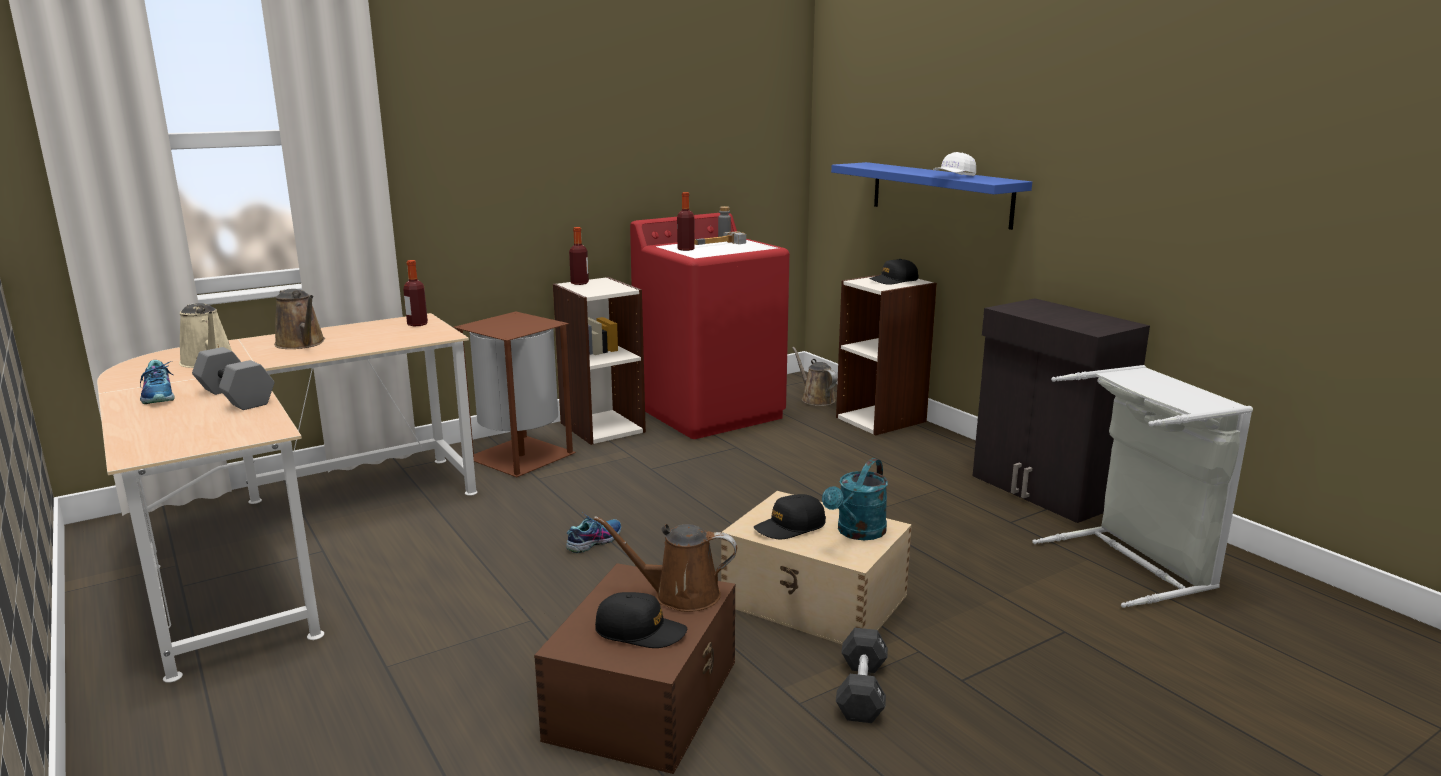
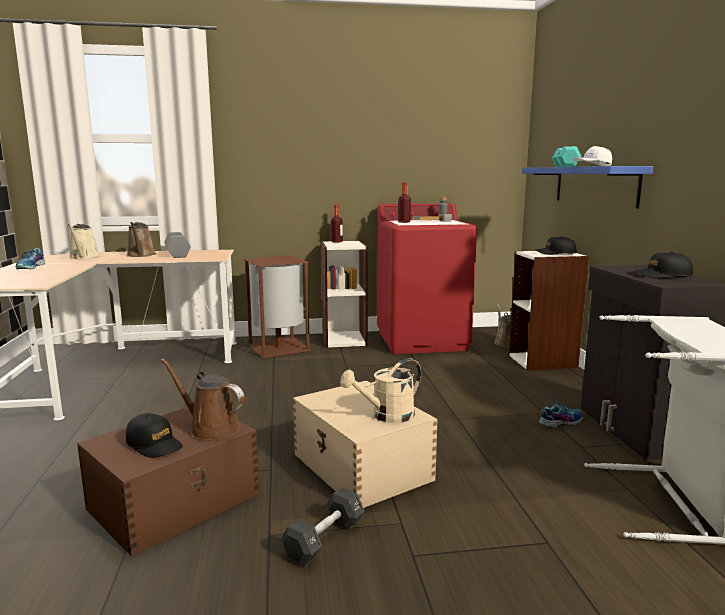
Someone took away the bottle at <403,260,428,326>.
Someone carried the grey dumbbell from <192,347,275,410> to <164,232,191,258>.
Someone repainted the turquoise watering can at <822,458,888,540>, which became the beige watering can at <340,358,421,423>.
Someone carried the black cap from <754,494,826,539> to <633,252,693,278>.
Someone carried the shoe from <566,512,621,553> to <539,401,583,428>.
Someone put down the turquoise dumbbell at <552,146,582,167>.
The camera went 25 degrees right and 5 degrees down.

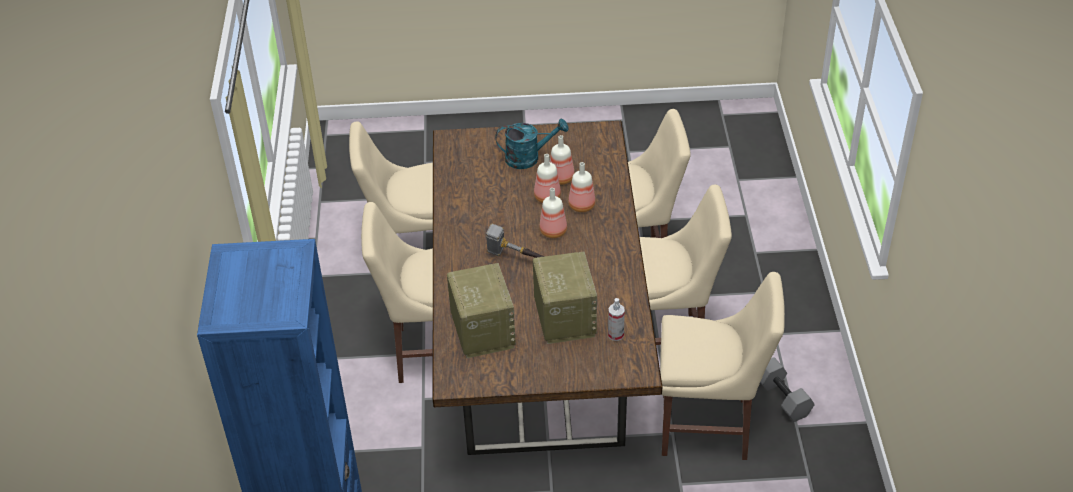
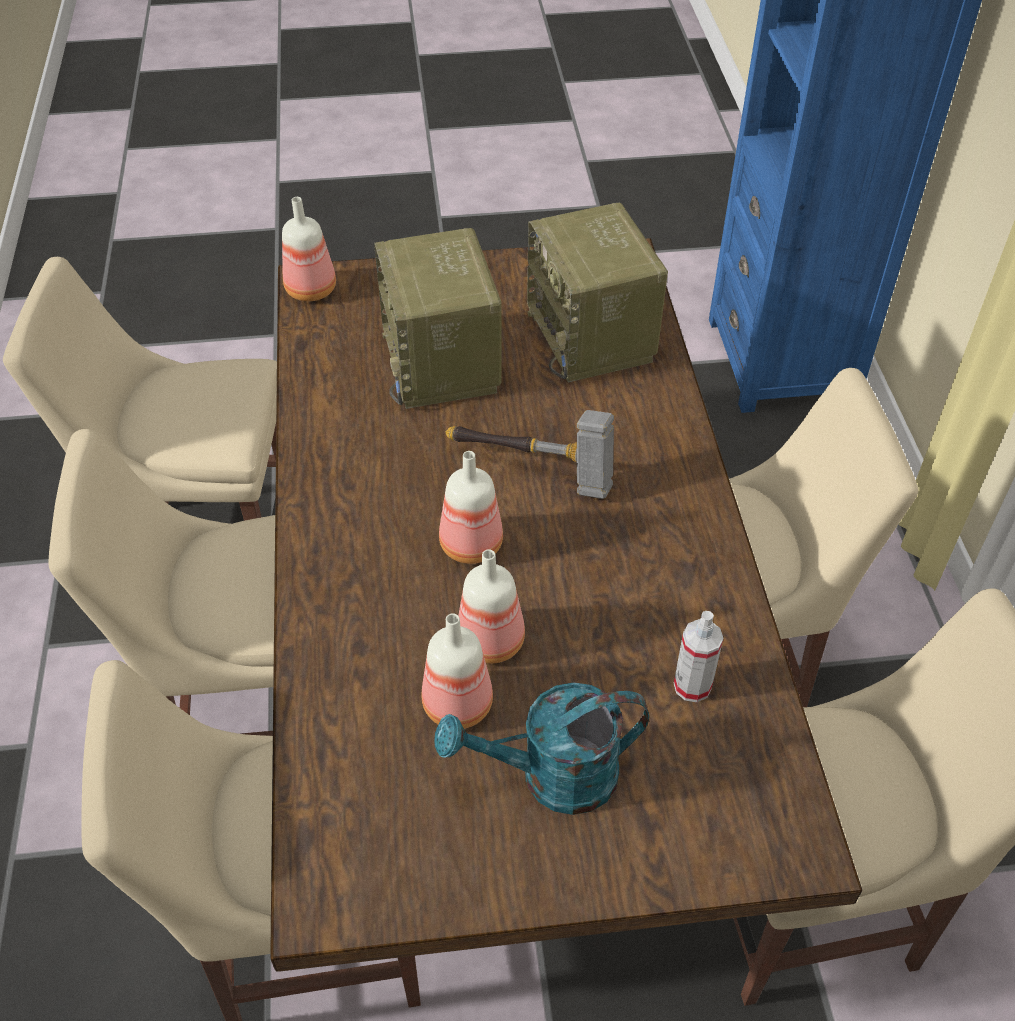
Someone carried the bottle from <568,162,595,212> to <282,197,336,301>.
Someone carried the spray bottle from <608,298,625,341> to <674,611,723,702>.
Someone took away the grey dumbbell at <760,357,815,422>.
The camera went 175 degrees right and 5 degrees up.

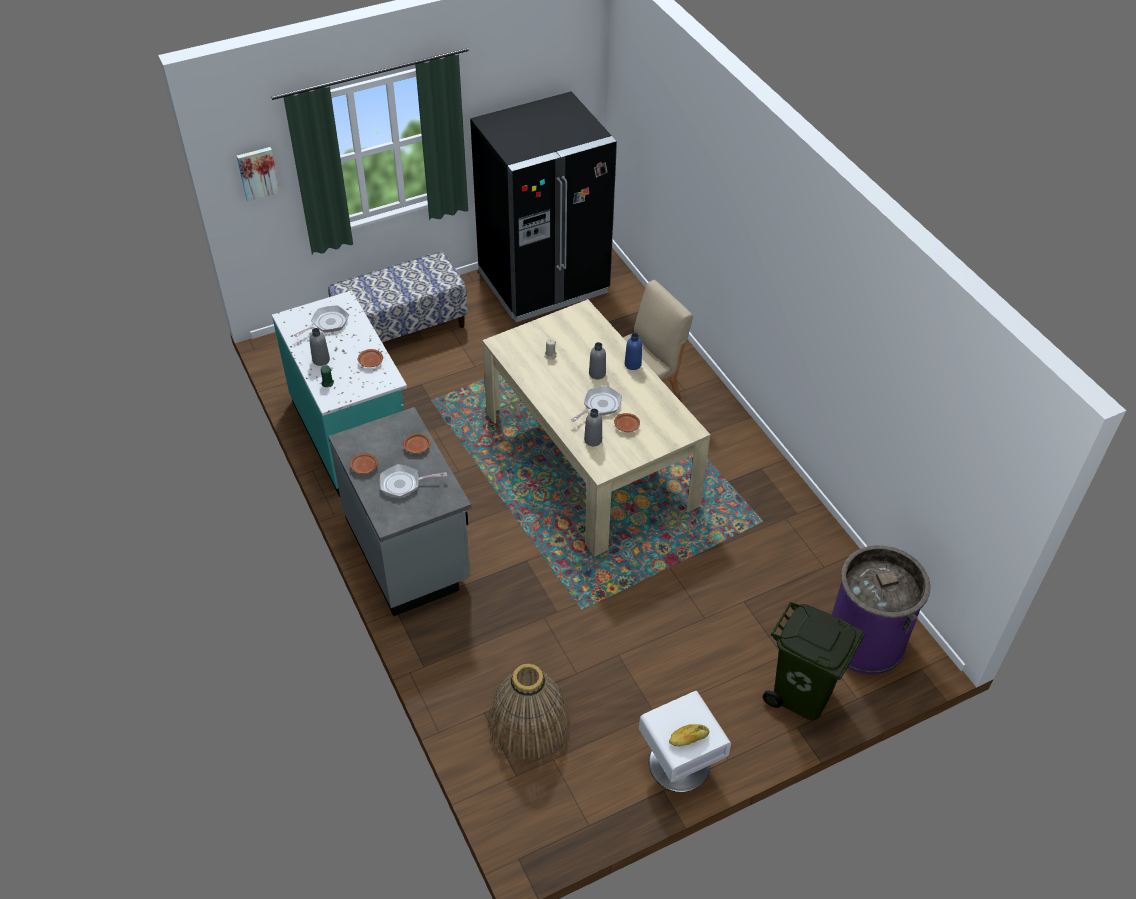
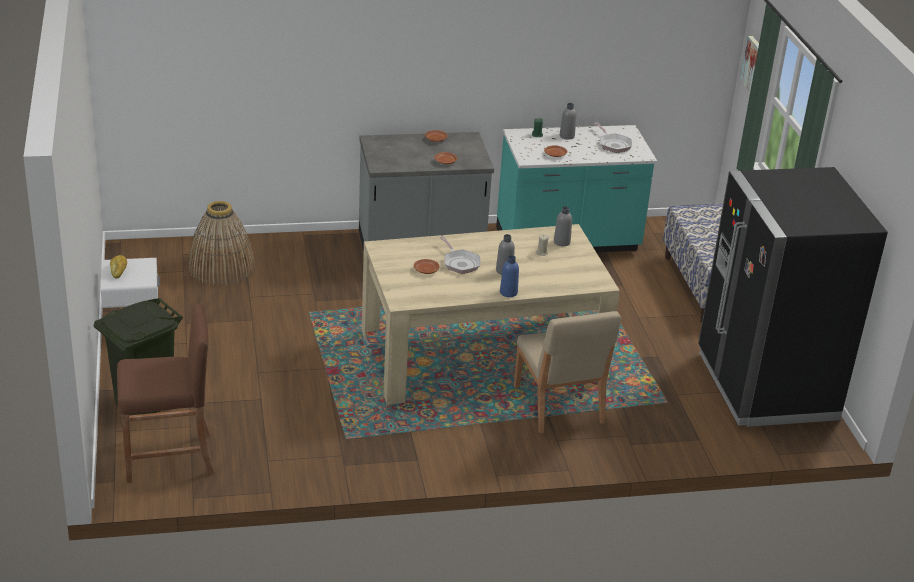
Someone carried the grey bottle from <584,409,602,446> to <554,206,572,246>.
Someone took away the frying pan at <380,464,447,498>.
Someone swapped the purple trash can at <832,545,931,675> for the brown stool at <117,304,215,483>.
The camera went 105 degrees right and 15 degrees down.

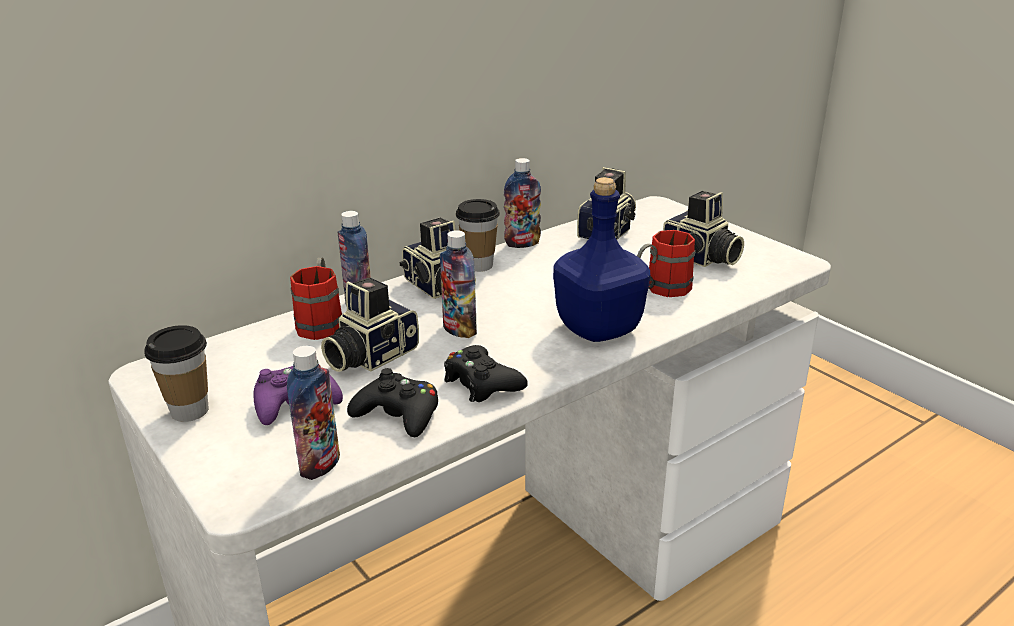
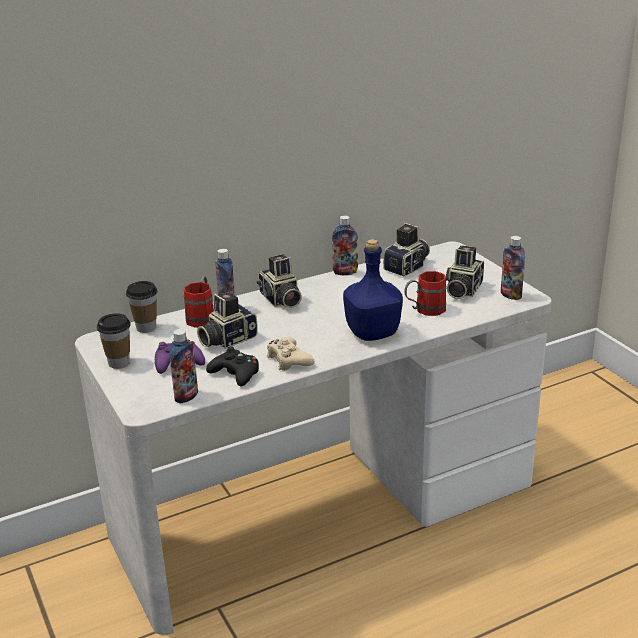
Someone rotated the photo camera at <663,191,744,267> by 60 degrees clockwise.
Someone carried the cup from <456,199,500,272> to <126,281,158,333>.
Someone carried the bottle from <440,230,477,338> to <501,236,525,300>.
Someone repainted the black game controller at <444,345,528,402>, which became the beige game controller at <267,337,315,371>.
The camera went 10 degrees right and 0 degrees up.

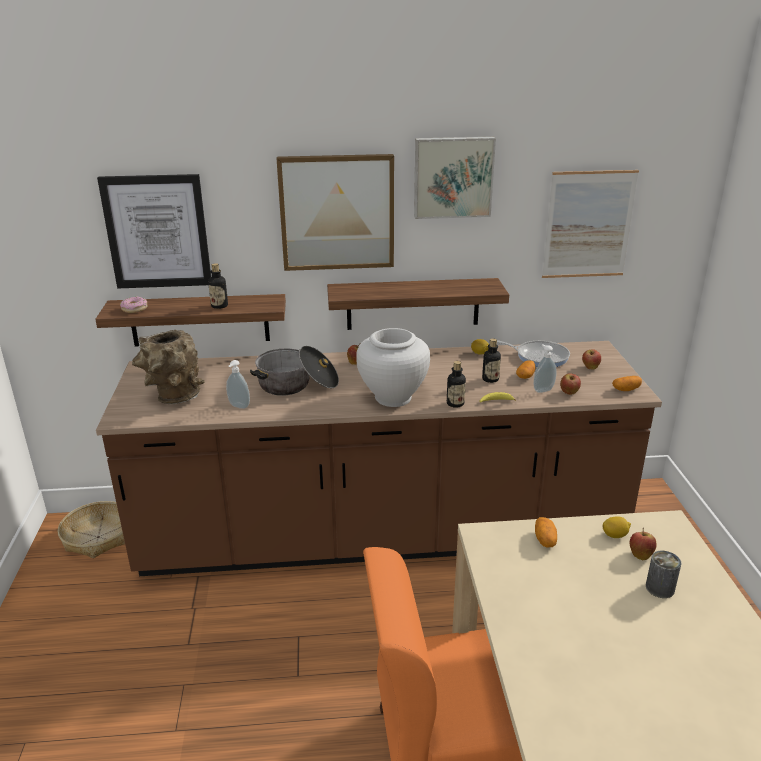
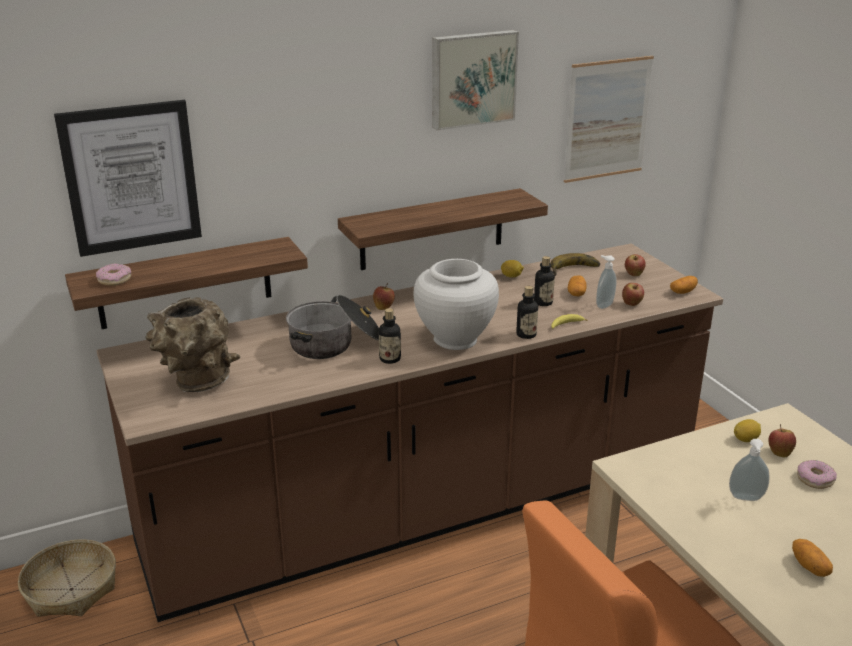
Someone took away the picture at <276,154,394,271>.
Someone carried the bottle from <208,263,228,309> to <378,308,401,364>.
Someone swapped the frying pan at <497,340,570,367> for the banana at <551,253,600,276>.
Someone carried the soap dispenser from <226,360,250,409> to <729,439,770,501>.
Someone carried the potato from <535,517,557,547> to <792,539,833,577>.
Someone swapped the can at <646,551,681,598> for the donut at <797,460,837,489>.
The camera went 20 degrees left and 0 degrees up.

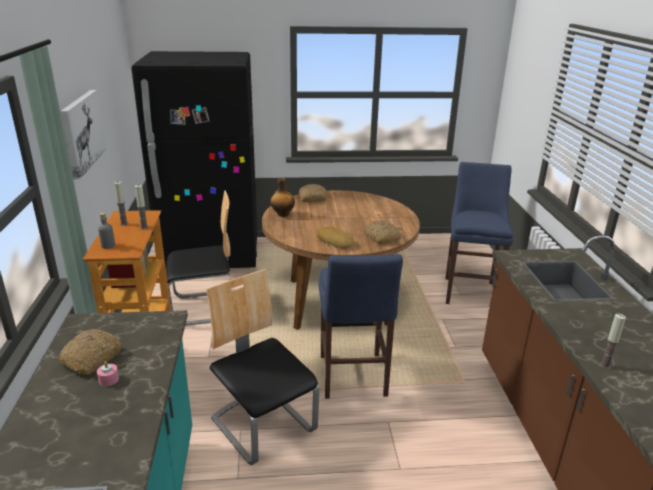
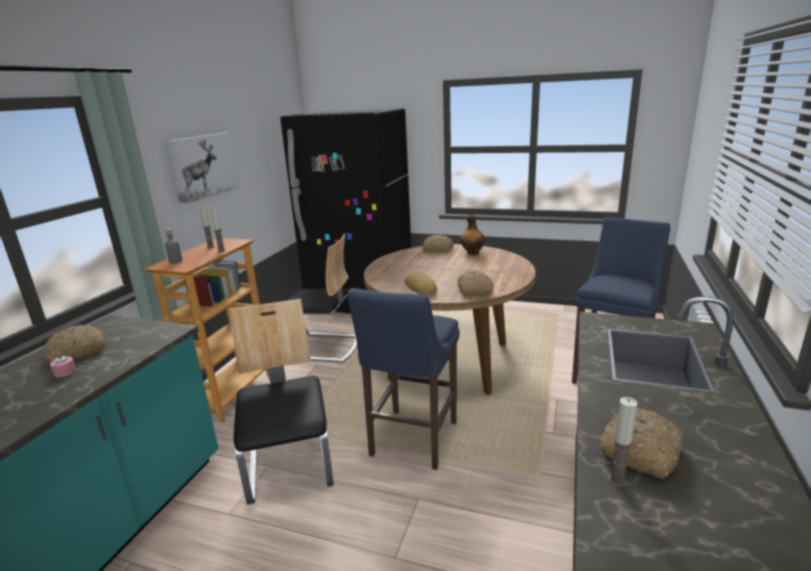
Someone carried the bottle from <270,177,295,217> to <460,215,485,255>.
Someone put down the bread at <600,408,683,479>.
The camera went 25 degrees right and 5 degrees down.

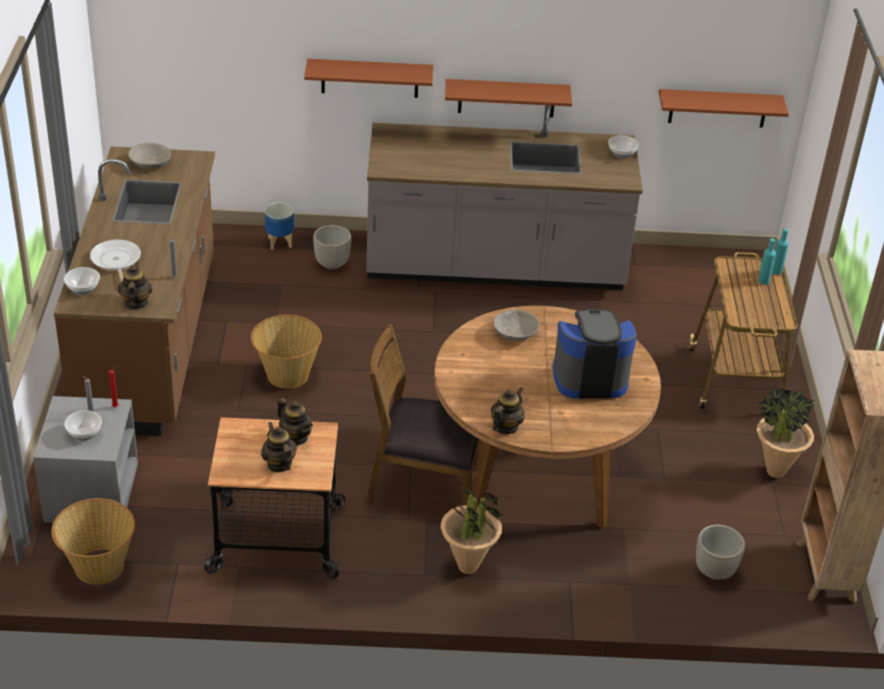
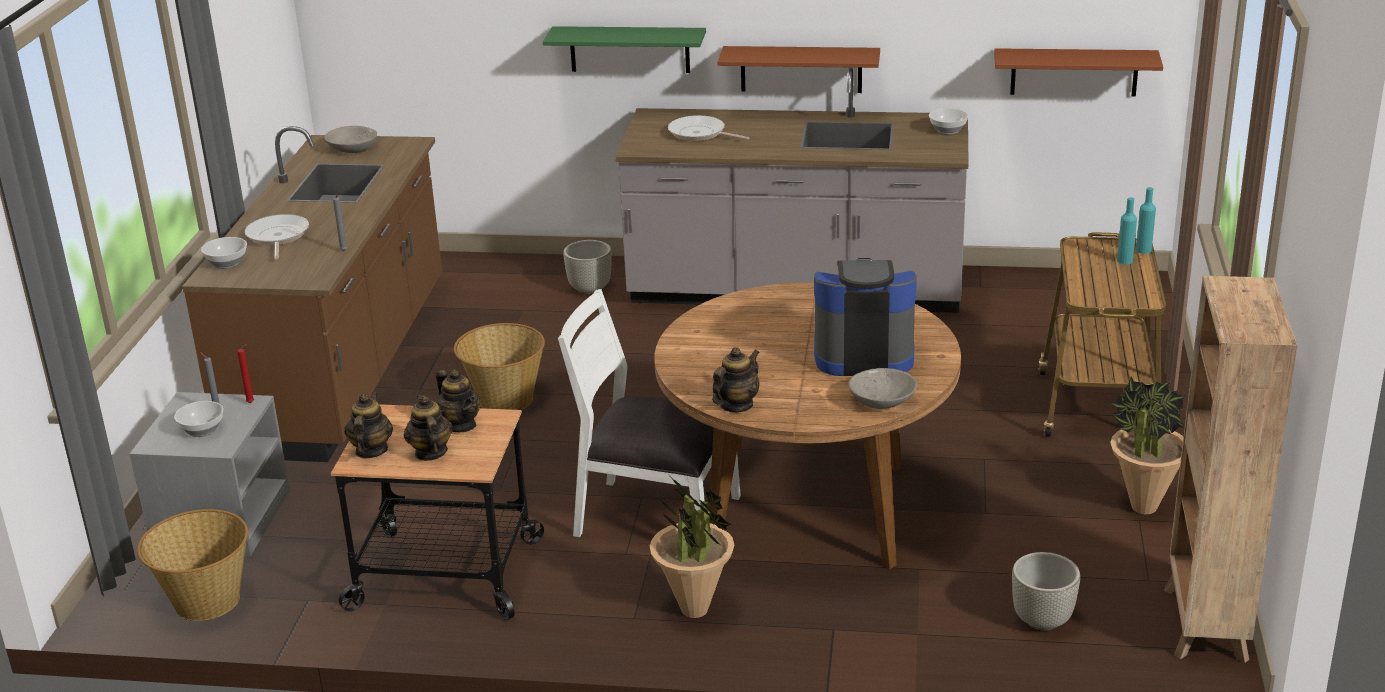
Someone repainted the brown shelf at <304,59,433,98>, which became the green shelf at <543,26,706,73>.
Someone took away the planter at <265,202,294,250>.
Someone carried the teapot from <118,262,153,309> to <344,392,393,459>.
Someone carried the grey bowl from <493,310,540,341> to <848,368,917,409>.
Someone repainted the brown chair at <366,324,481,506>, which became the white chair at <558,289,741,537>.
Someone put down the frying pan at <668,115,749,141>.
The camera went 10 degrees right and 10 degrees down.

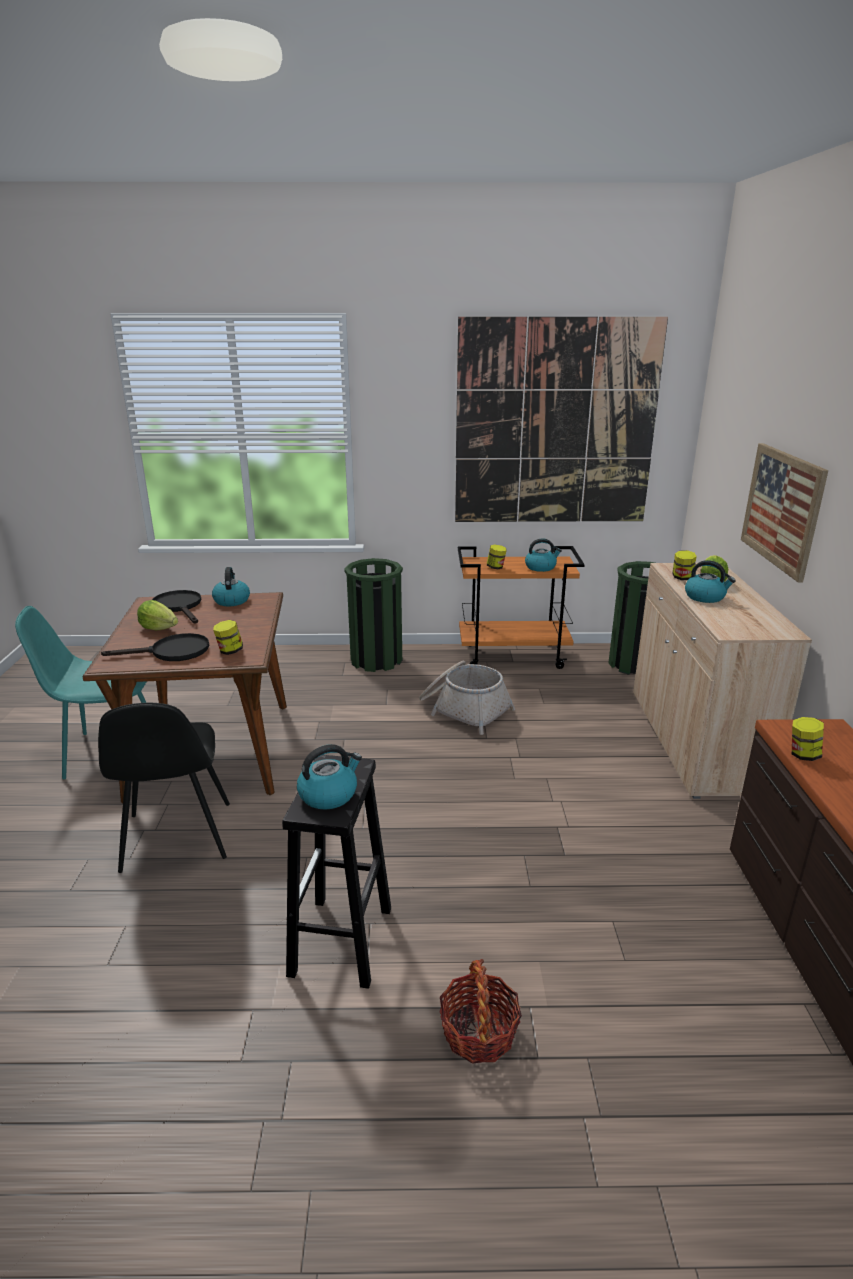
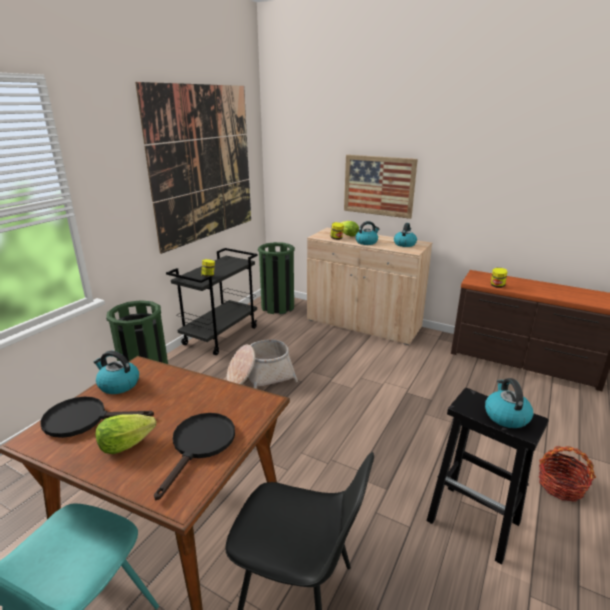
Someone carried the kettle from <525,538,562,572> to <394,223,417,247>.
Someone repainted the orange cart at <458,546,585,669>, which became the black cart at <166,248,258,355>.
Someone took away the jar at <213,620,243,655>.
The camera went 60 degrees left and 0 degrees up.

